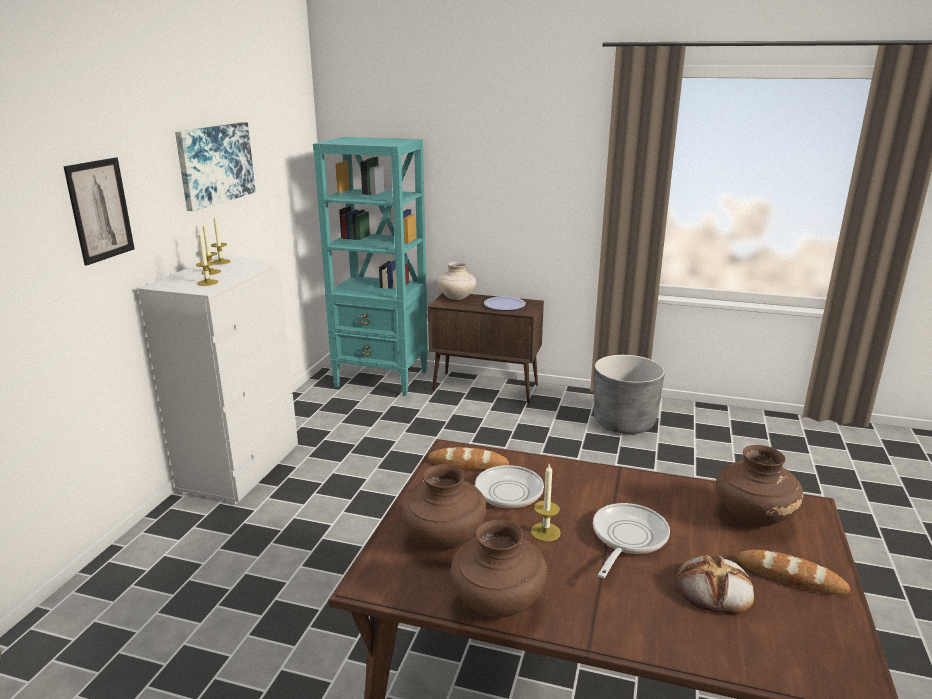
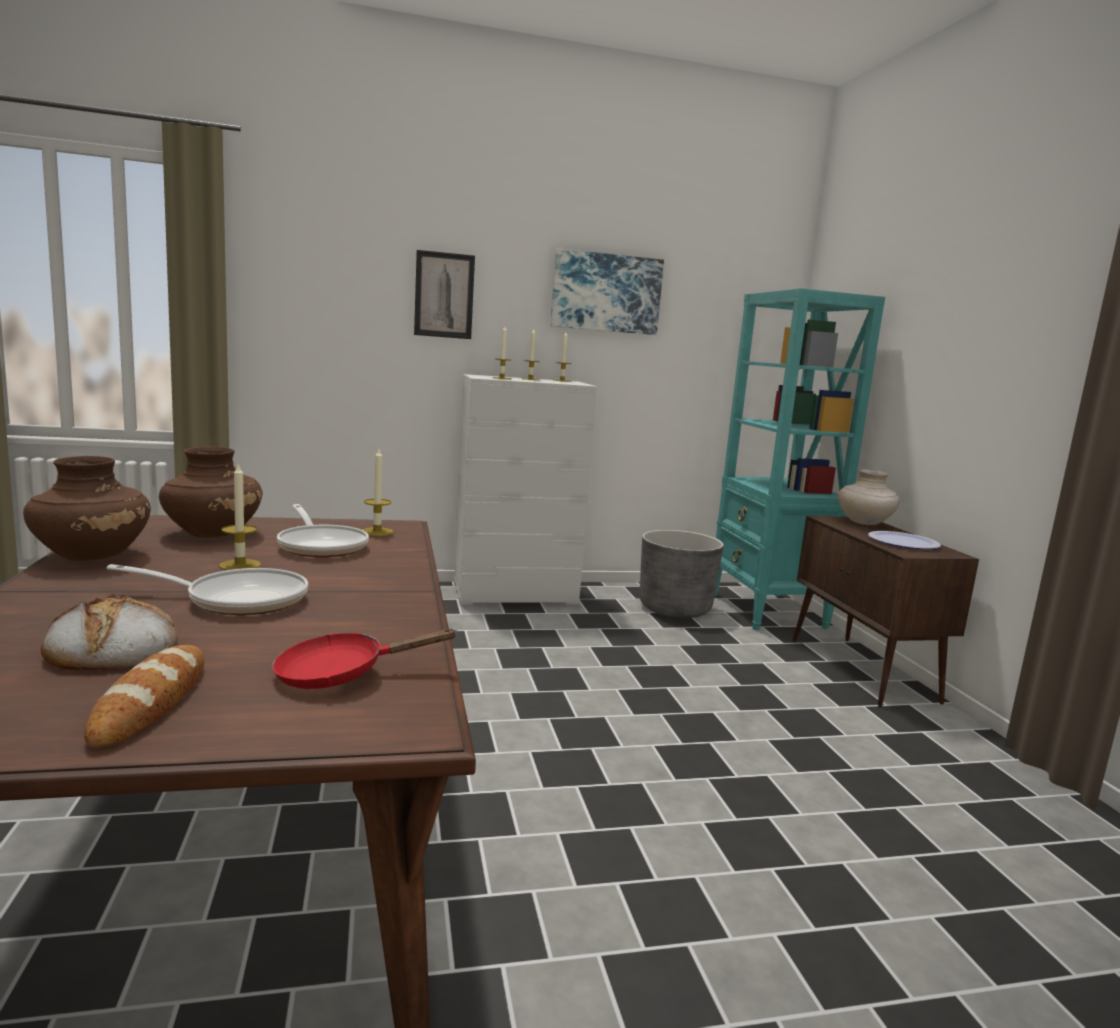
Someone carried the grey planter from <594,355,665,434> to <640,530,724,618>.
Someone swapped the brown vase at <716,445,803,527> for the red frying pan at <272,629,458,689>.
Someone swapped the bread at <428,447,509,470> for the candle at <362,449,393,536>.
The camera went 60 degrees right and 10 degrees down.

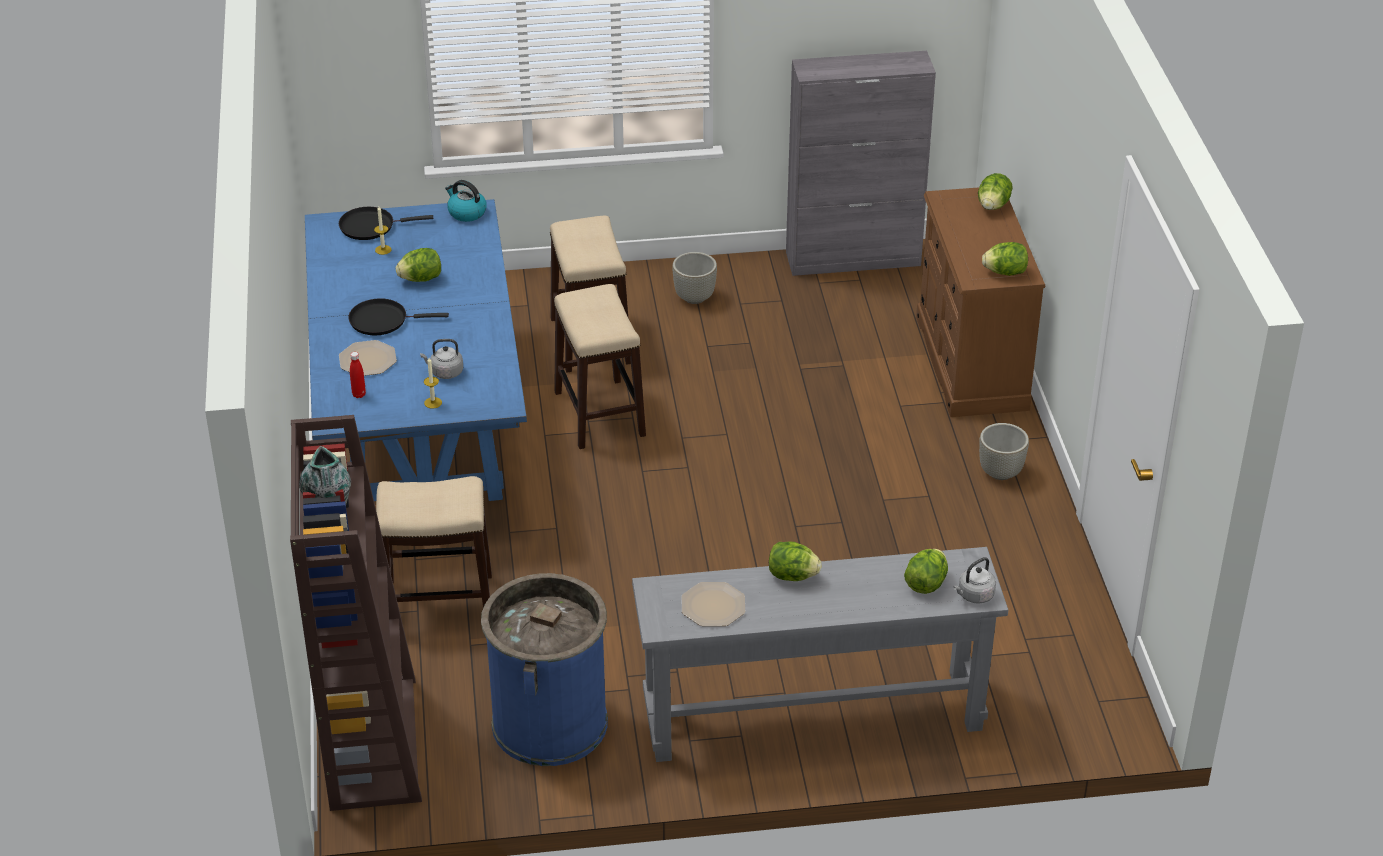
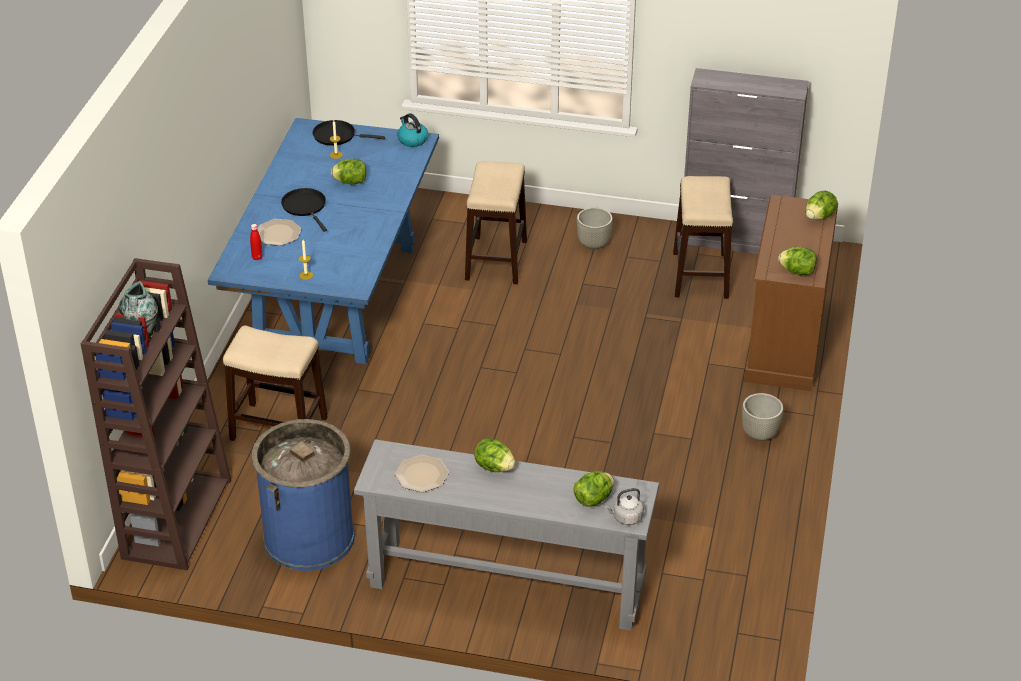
Someone carried the stool from <554,284,646,449> to <673,176,733,299>.
Someone rotated the black frying pan at <349,298,449,335> by 45 degrees clockwise.
Someone took away the grey kettle at <420,339,463,379>.
The camera went 20 degrees right and 0 degrees up.

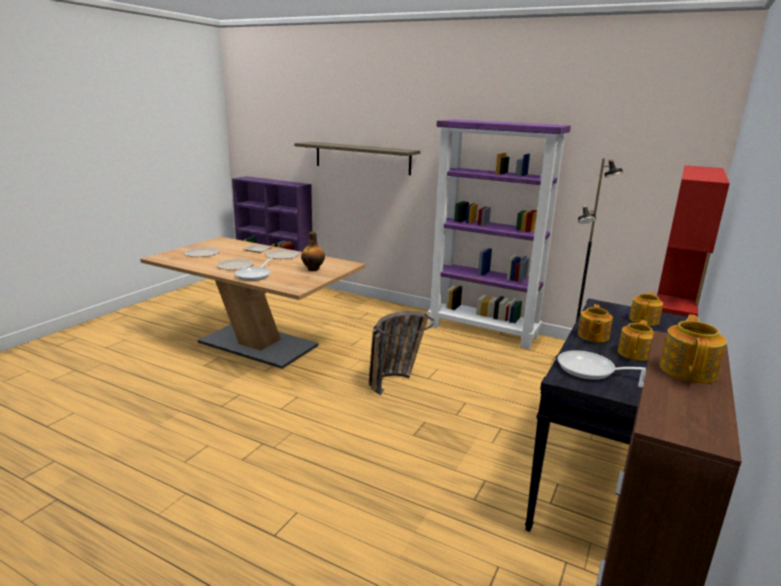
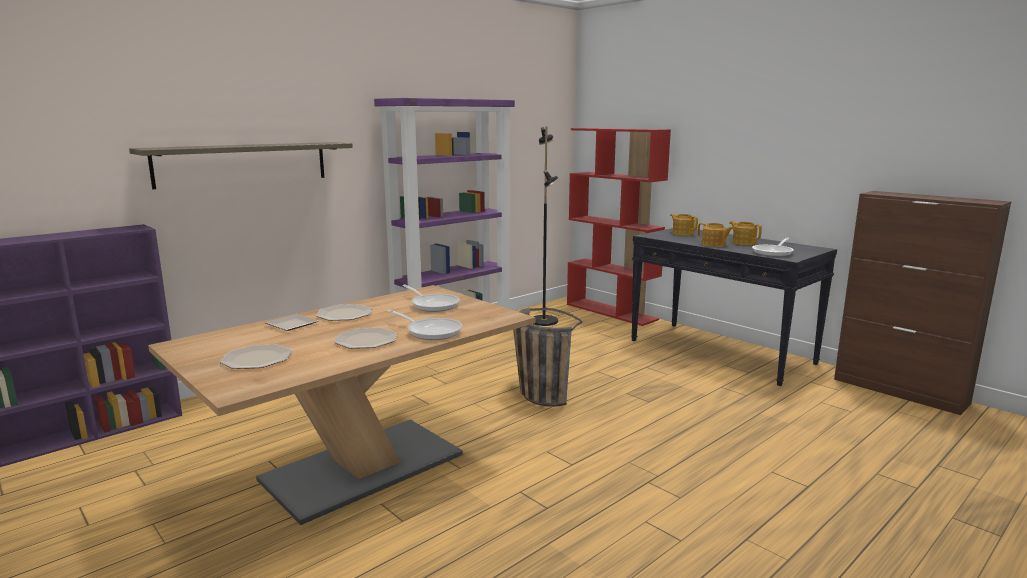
Someone swapped the bottle at <301,232,325,271> for the frying pan at <403,285,460,312>.
Someone took away the teapot at <659,314,727,383>.
The camera went 70 degrees left and 5 degrees down.

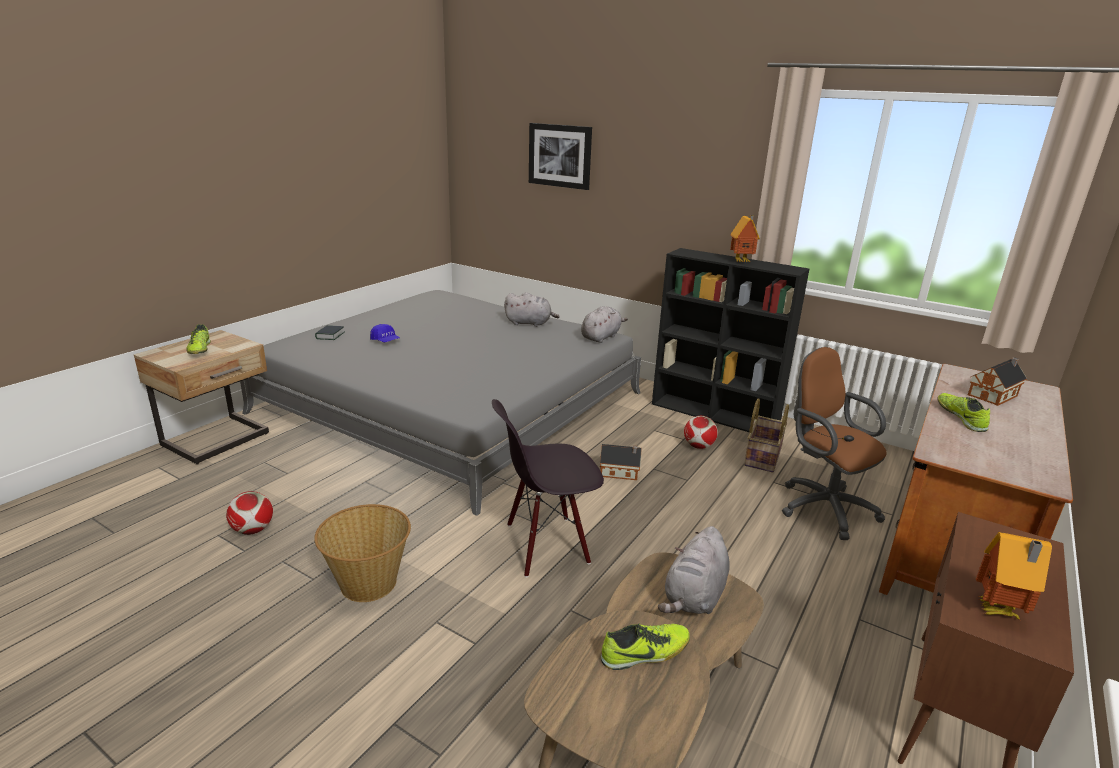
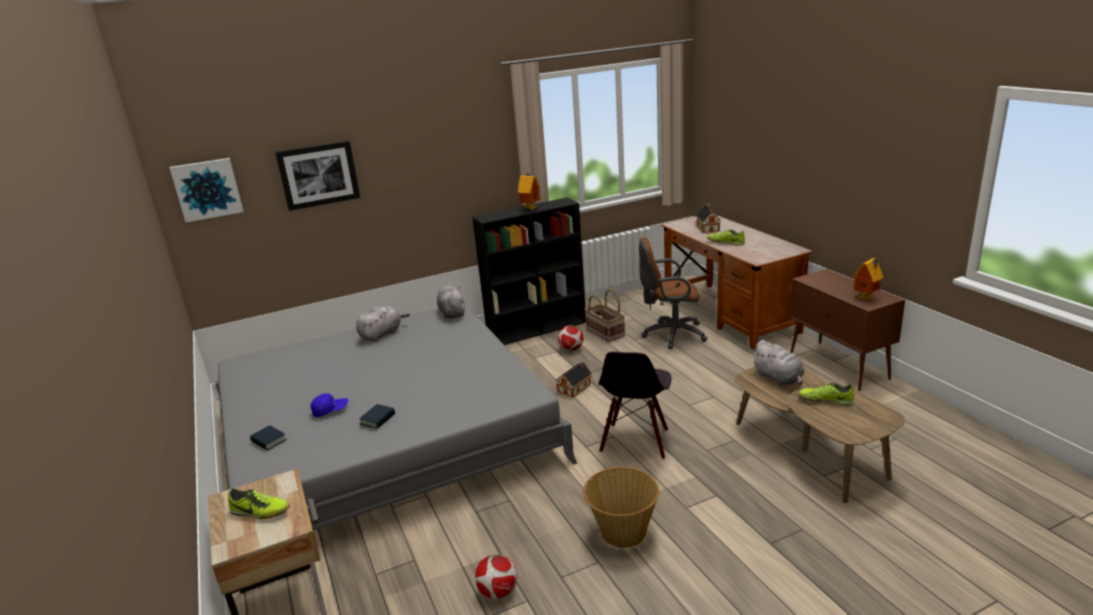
Someone rotated the shoe at <601,624,690,670> by 90 degrees counterclockwise.
Someone put up the picture at <170,158,244,222>.
Someone put down the book at <359,404,395,429>.
The camera went 55 degrees left and 0 degrees up.

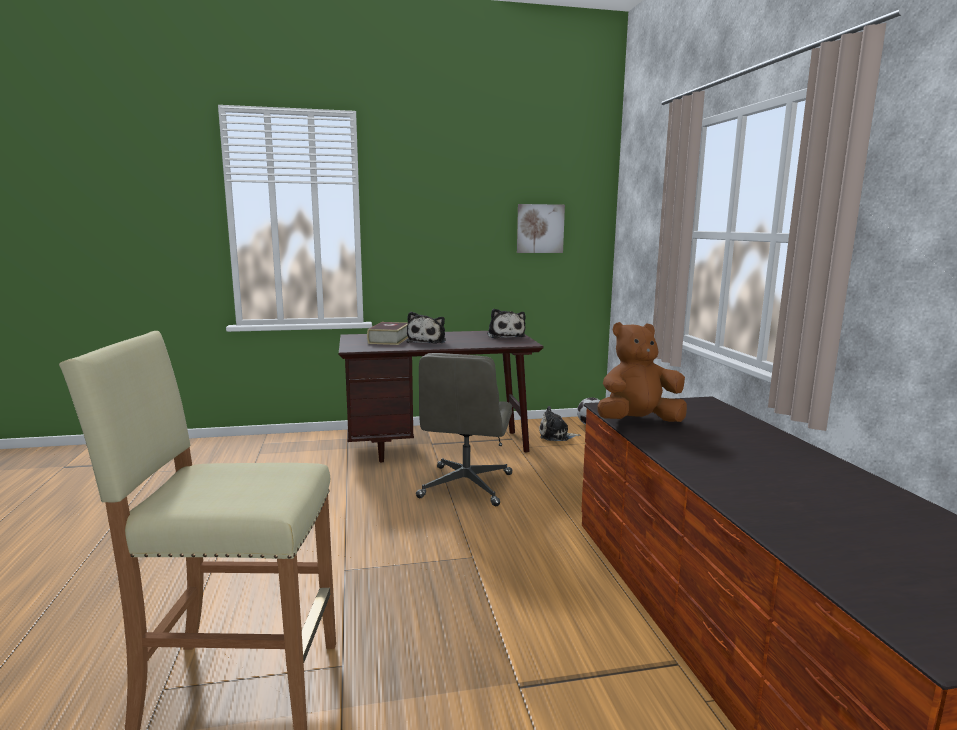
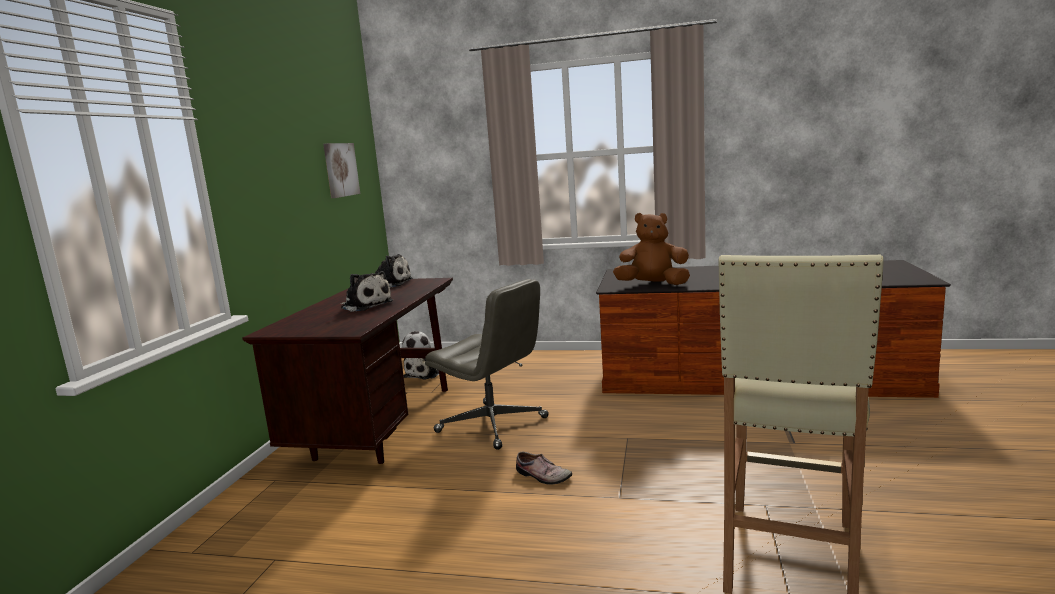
Someone took away the book at <367,322,408,345>.
Someone rotated the brown plush toy at <597,322,687,422> by 90 degrees clockwise.
Someone put down the shoe at <516,452,572,485>.
The camera went 65 degrees left and 0 degrees up.

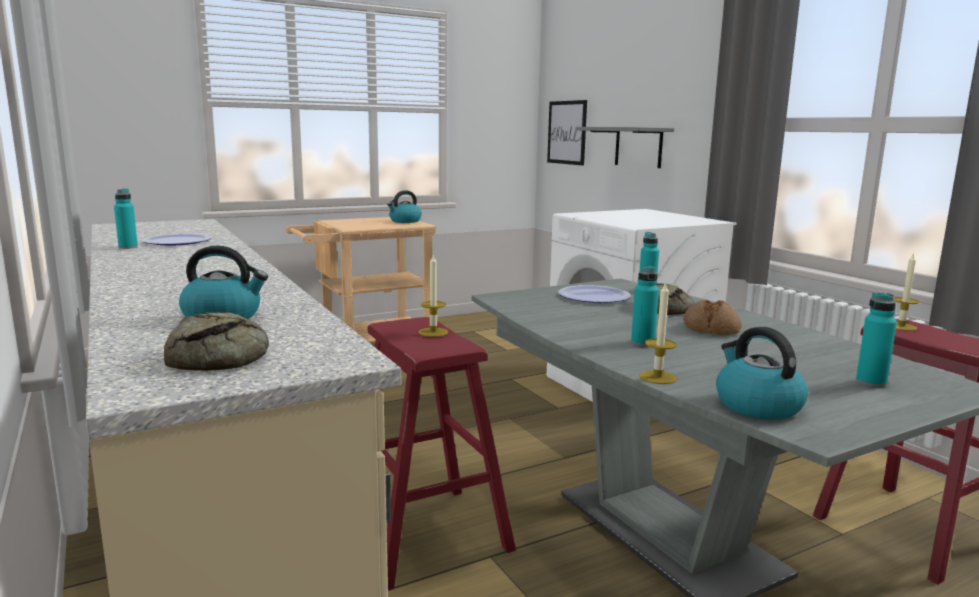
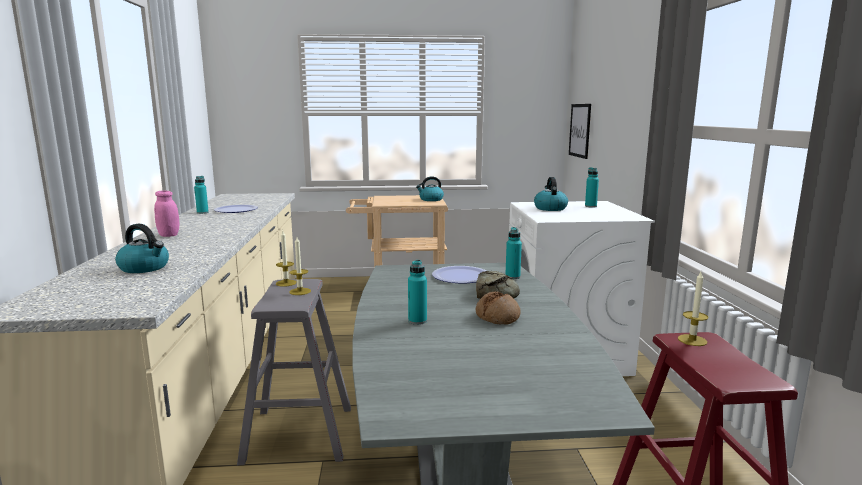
Someone took away the grey shelf at <575,127,674,168>.
Someone carried the candle from <639,281,677,384> to <276,231,297,287>.
Someone carried the turquoise bottle from <856,292,897,387> to <585,167,599,208>.
Someone took away the bread at <164,312,269,371>.
Someone repainted the red stool at <368,317,516,590>, which became the grey stool at <237,279,351,465>.
Someone carried the kettle from <716,327,808,420> to <534,177,568,211>.
Someone put down the pink jar at <154,191,179,237>.
The camera went 25 degrees right and 0 degrees up.

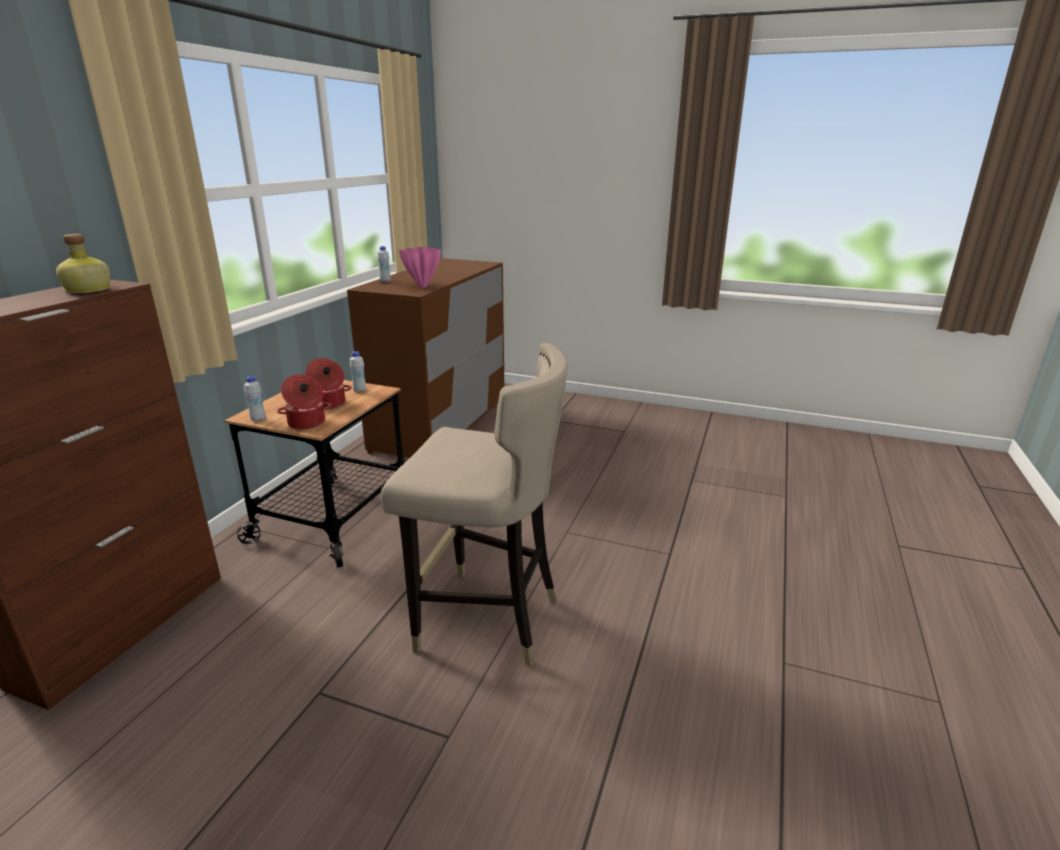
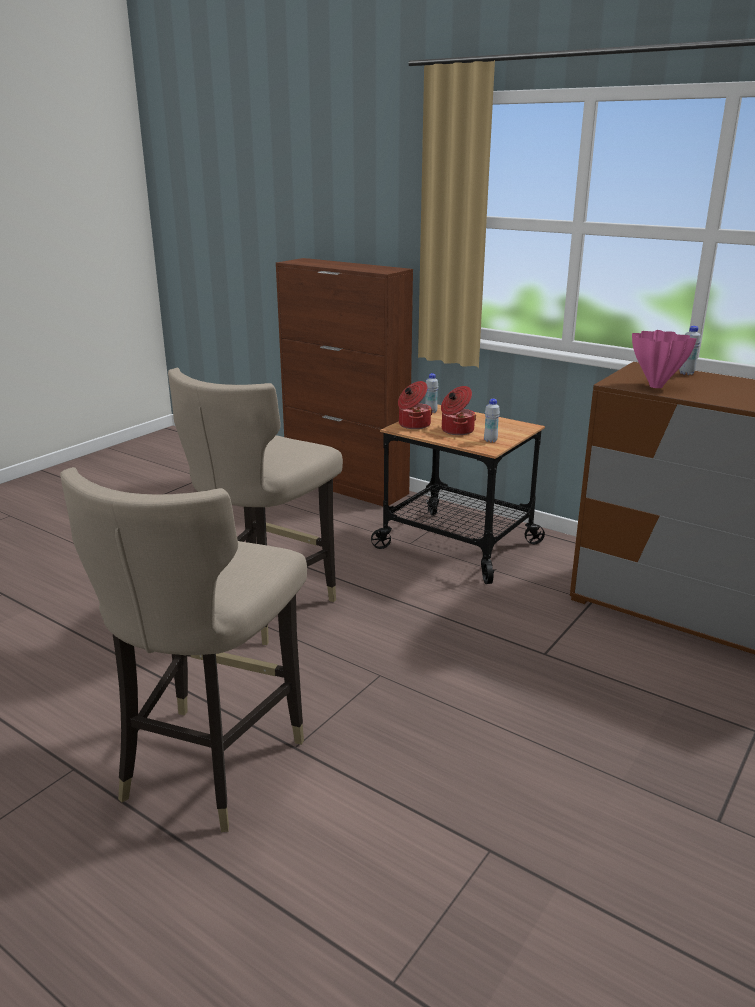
Someone took away the bottle at <56,234,110,293>.
Someone put down the beige stool at <60,467,307,832>.
The camera went 105 degrees right and 0 degrees up.

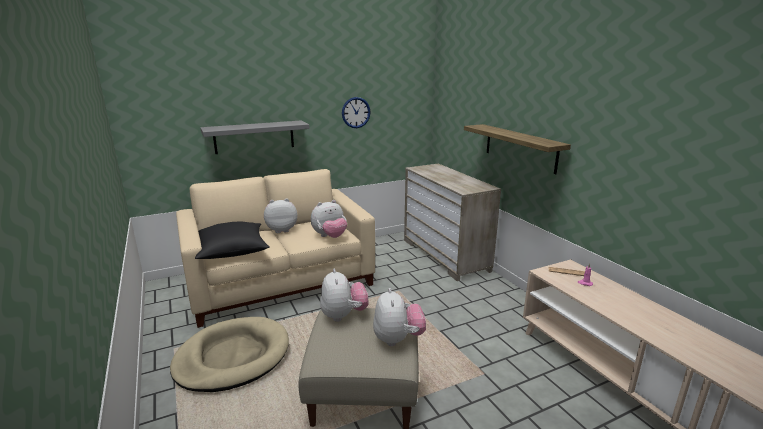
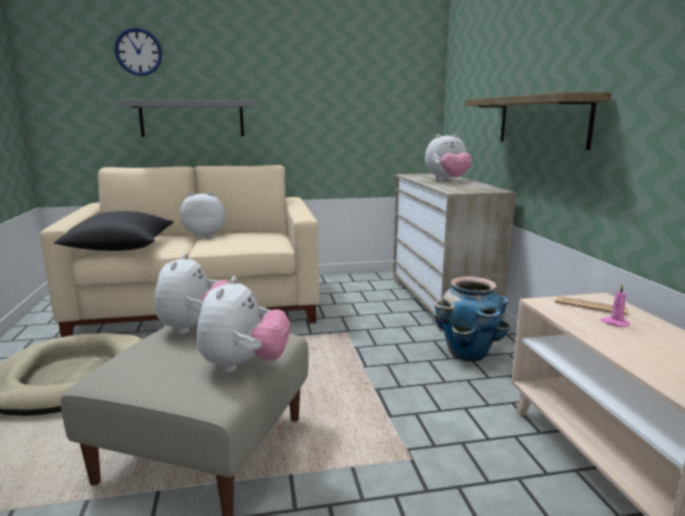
Someone carried the wall clock from <342,97,370,128> to <115,27,162,76>.
Someone carried the plush toy from <311,200,347,238> to <425,133,472,181>.
Someone put down the planter at <433,276,511,361>.
The camera went 15 degrees right and 5 degrees down.

